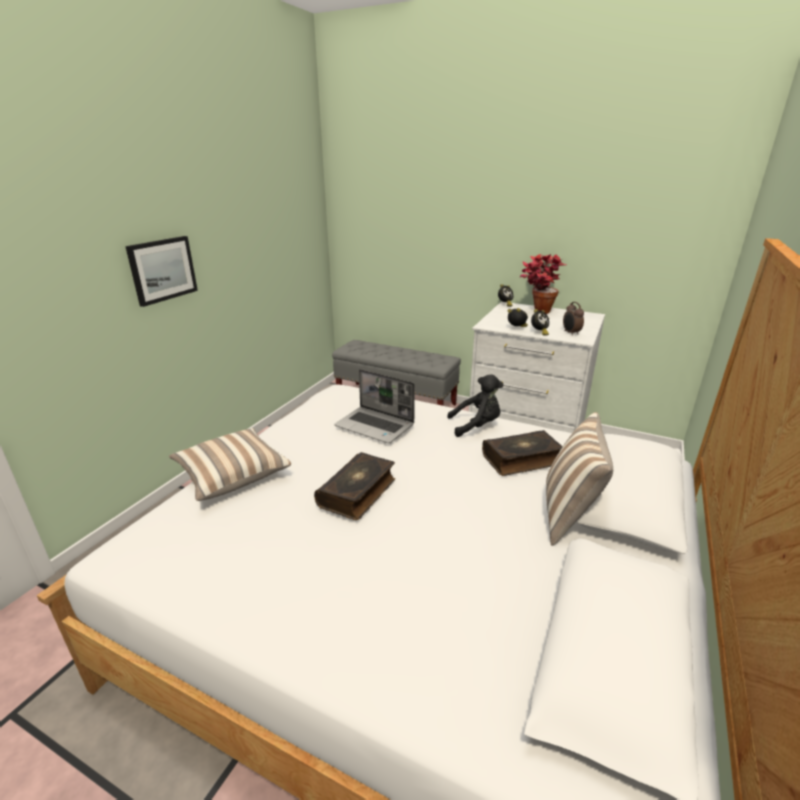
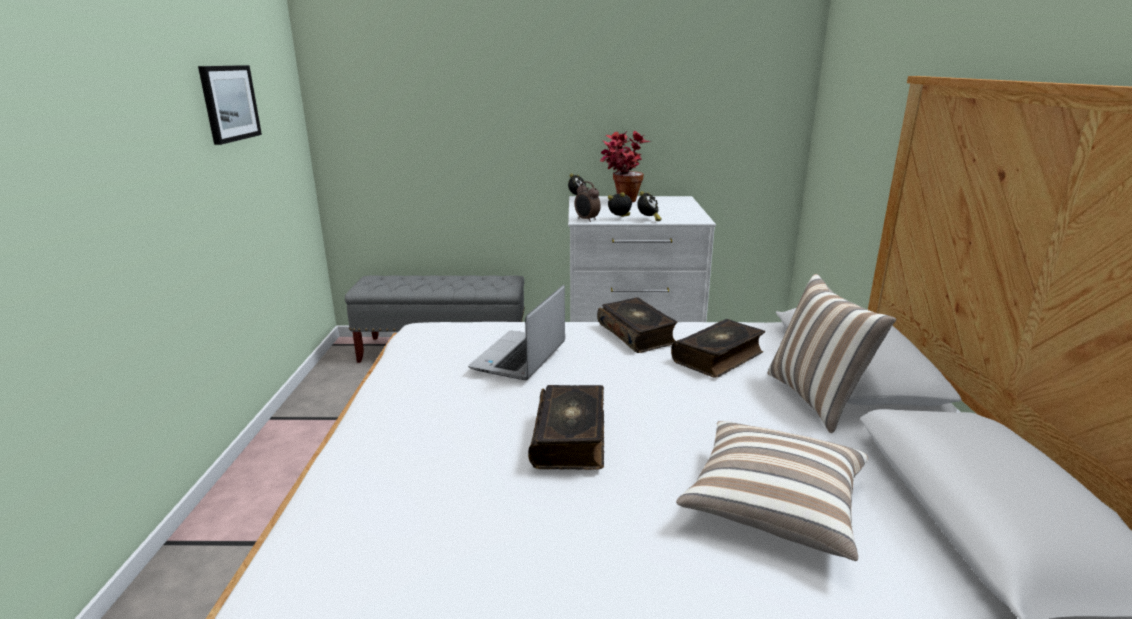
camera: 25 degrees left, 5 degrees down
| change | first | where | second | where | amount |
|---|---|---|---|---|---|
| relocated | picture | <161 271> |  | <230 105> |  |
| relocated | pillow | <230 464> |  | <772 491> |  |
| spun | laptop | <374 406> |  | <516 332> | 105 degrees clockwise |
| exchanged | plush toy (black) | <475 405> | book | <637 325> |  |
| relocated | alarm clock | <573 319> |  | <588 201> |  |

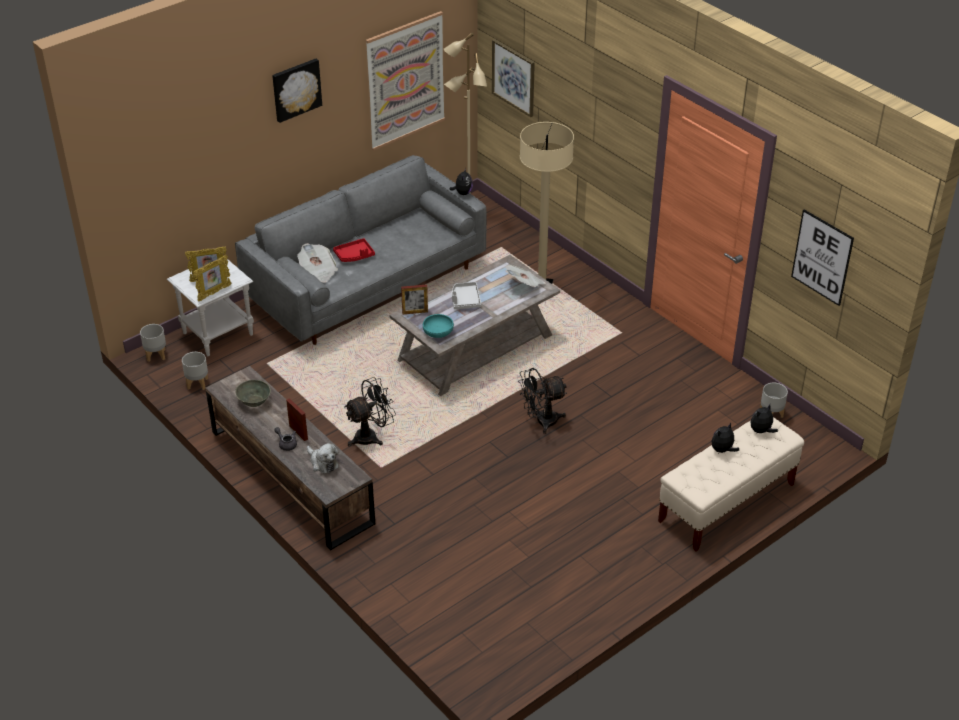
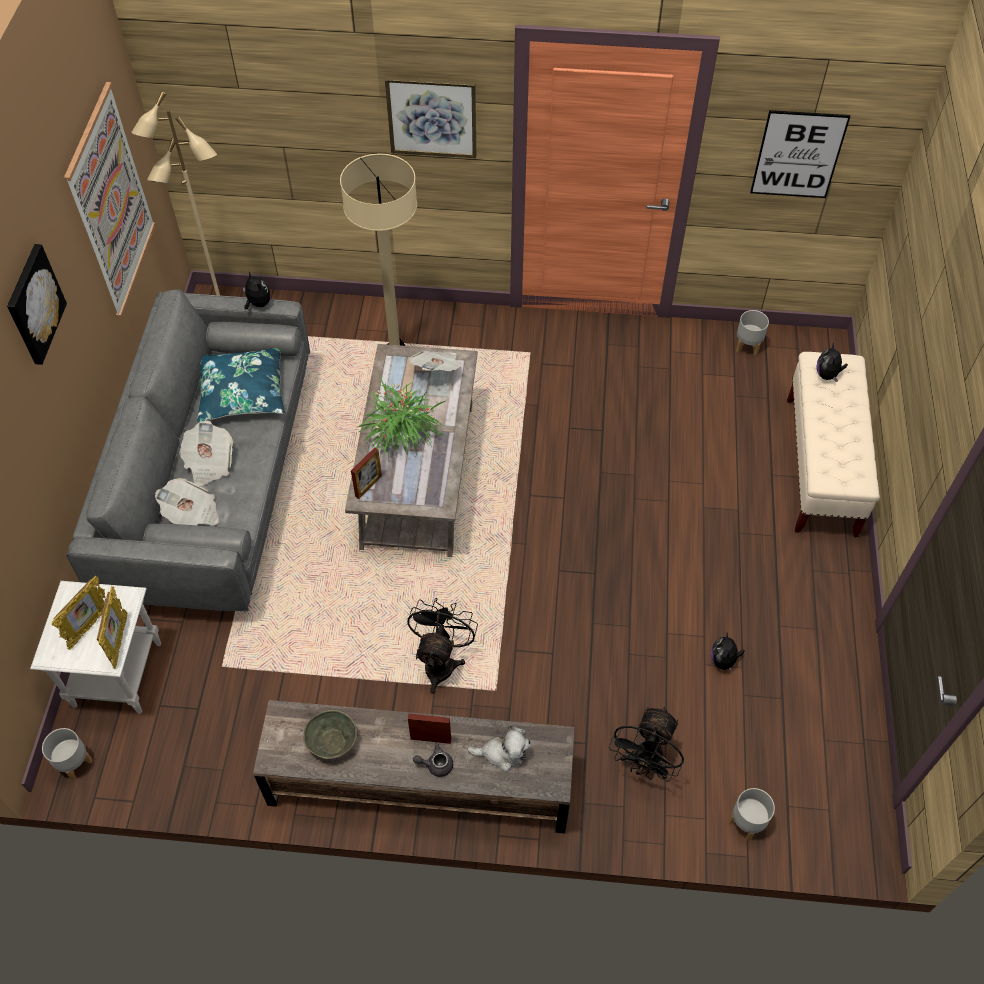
camera: 45 degrees left, 15 degrees up
| change | first | where | second | where | amount |
|---|---|---|---|---|---|
| relocated | planter (grey) | <195 371> |  | <752 814> |  |
| exchanged | tray (red) | <354 250> | newspaper | <206 453> |  |
| missing | bowl (turquoise) | <438 326> |  |  |  |
| exchanged | tray (grey) | <466 295> | potted plant | <401 416> |  |
| relocated | picture | <513 78> |  | <430 117> |  |
| relocated | fan (black) | <542 401> |  | <646 744> |  |
| relocated | plush toy | <725 438> |  | <727 653> |  |
| appeared |  |  | pillow (blue) | <241 385> |  |

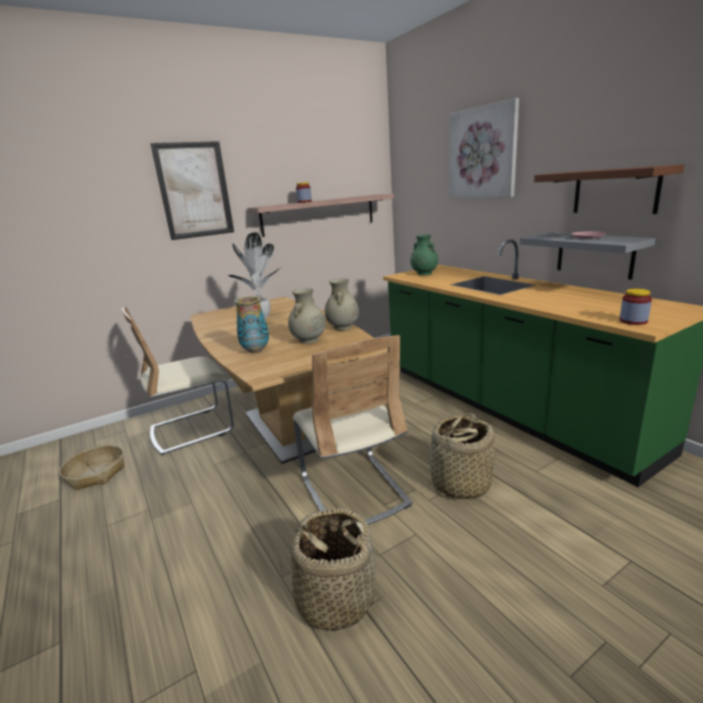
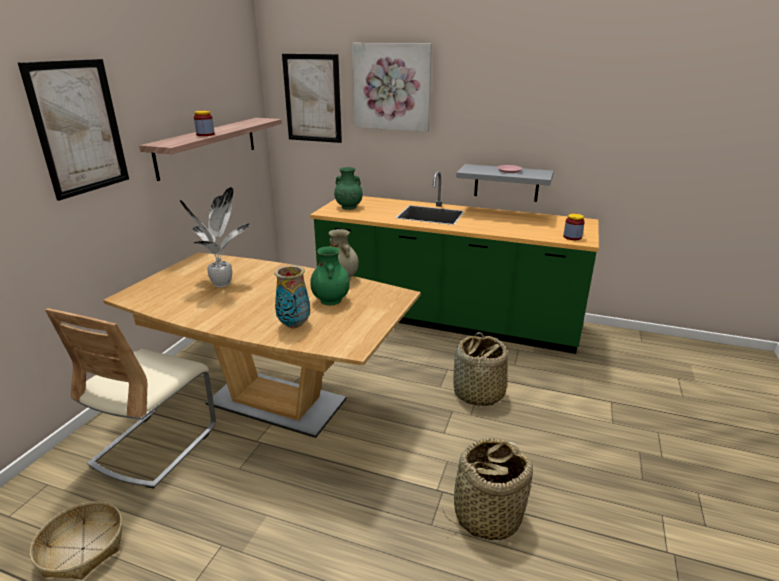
camera: 40 degrees left, 5 degrees up
| change | first | where | second | where | amount |
|---|---|---|---|---|---|
| colour | vase (beige) | <307 316> | vase (green) | <330 275> |  |
| missing | chair (beige) | <353 430> |  |  |  |
| missing | shelf (brown) | <609 189> |  |  |  |
| appeared |  |  | picture | <312 98> |  |

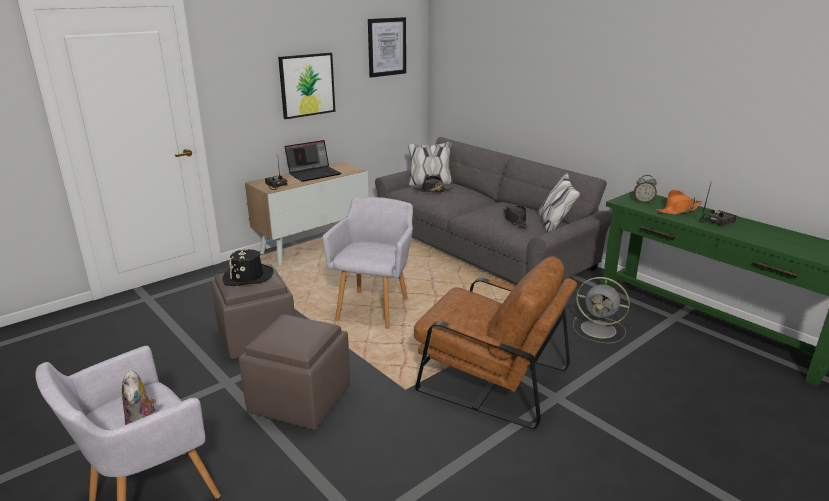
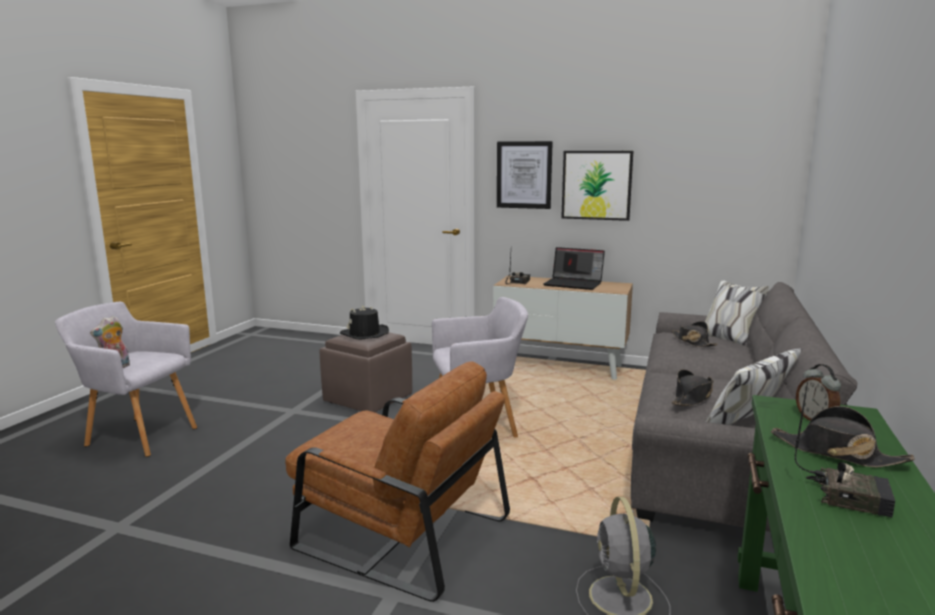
camera: 60 degrees right, 10 degrees down
| change | first | where | second | where | amount |
|---|---|---|---|---|---|
| missing | ottoman (brown) | <294 372> |  |  |  |
| relocated | picture | <387 47> |  | <525 175> |  |
| spun | armchair (brown) | <495 342> |  | <397 481> | 60 degrees counterclockwise |
| colour | hat (orange) | <679 202> | hat (black) | <842 437> |  |

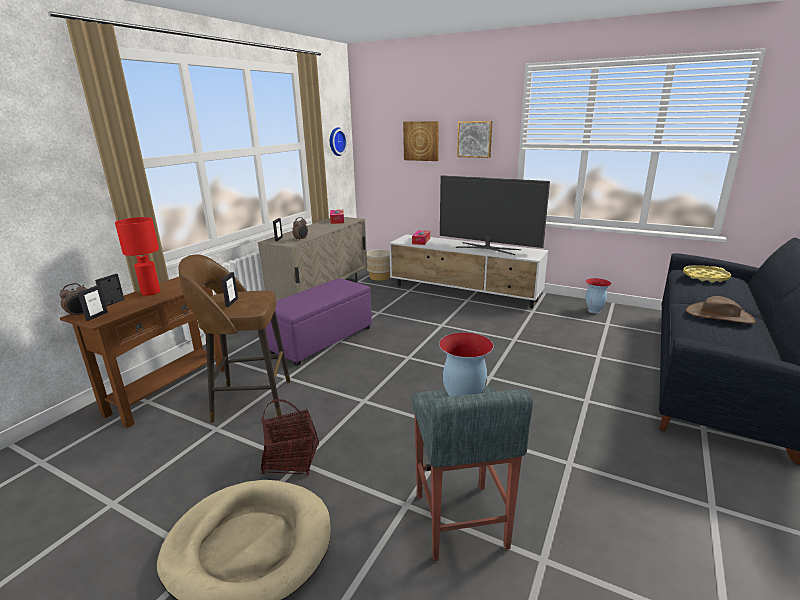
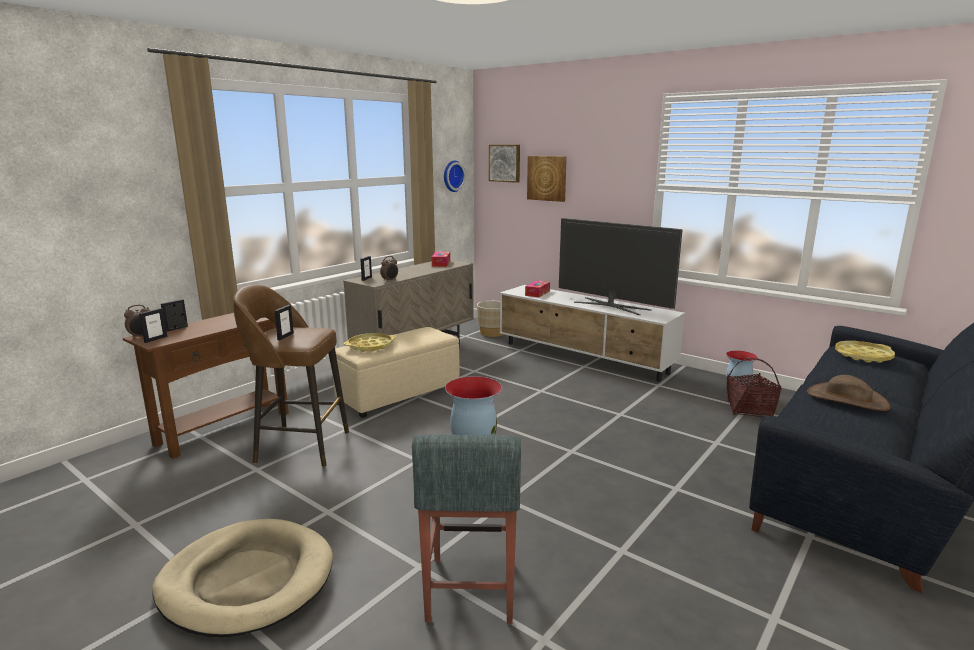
camera: 10 degrees right, 5 degrees down
| change | first | where | second | where | amount |
|---|---|---|---|---|---|
| missing | table lamp (red) | <137 256> |  |  |  |
| relocated | basket | <290 437> |  | <753 387> |  |
| colour | ottoman (purple) | <318 322> | ottoman (beige) | <396 372> |  |
| relocated | picture | <474 139> |  | <504 164> |  |
| appeared |  |  | tray (yellow) | <370 342> |  |

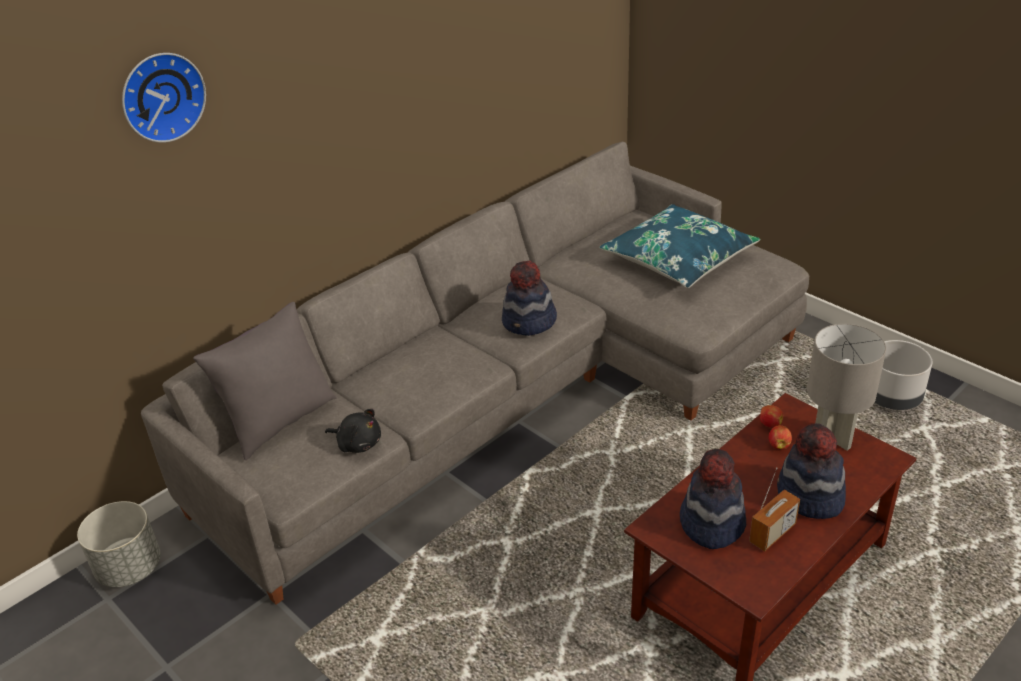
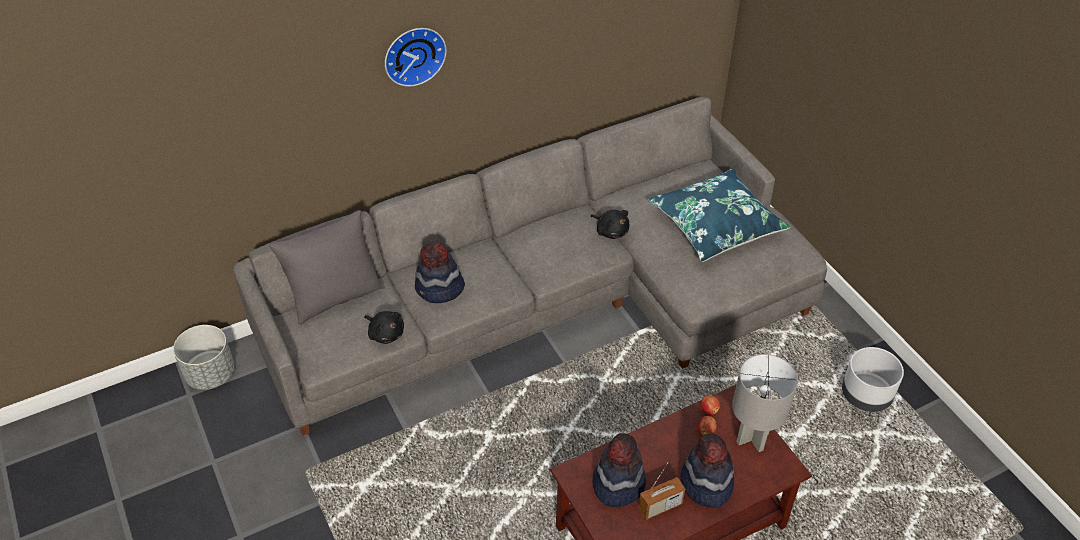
camera: 15 degrees right, 10 degrees up
| change | first | where | second | where | amount |
|---|---|---|---|---|---|
| relocated | wall clock | <164 98> |  | <416 57> |  |
| relocated | hat | <529 298> |  | <440 272> |  |
| appeared |  |  | plush toy (black) | <610 224> |  |

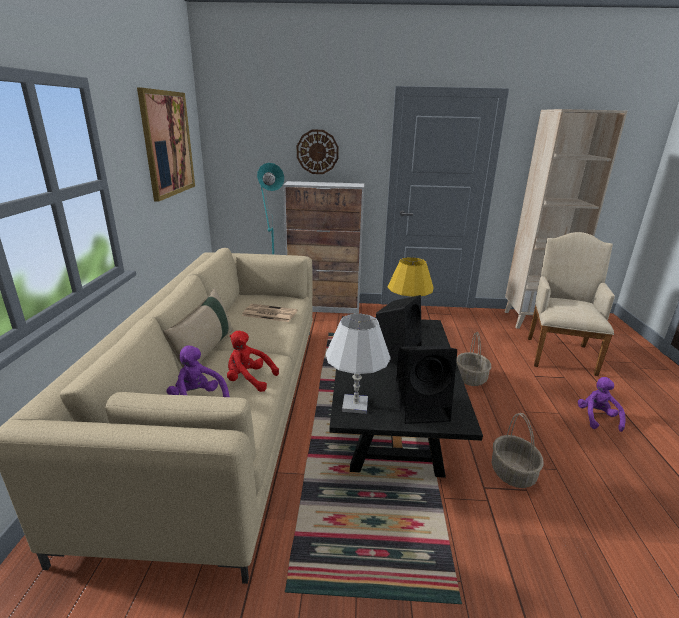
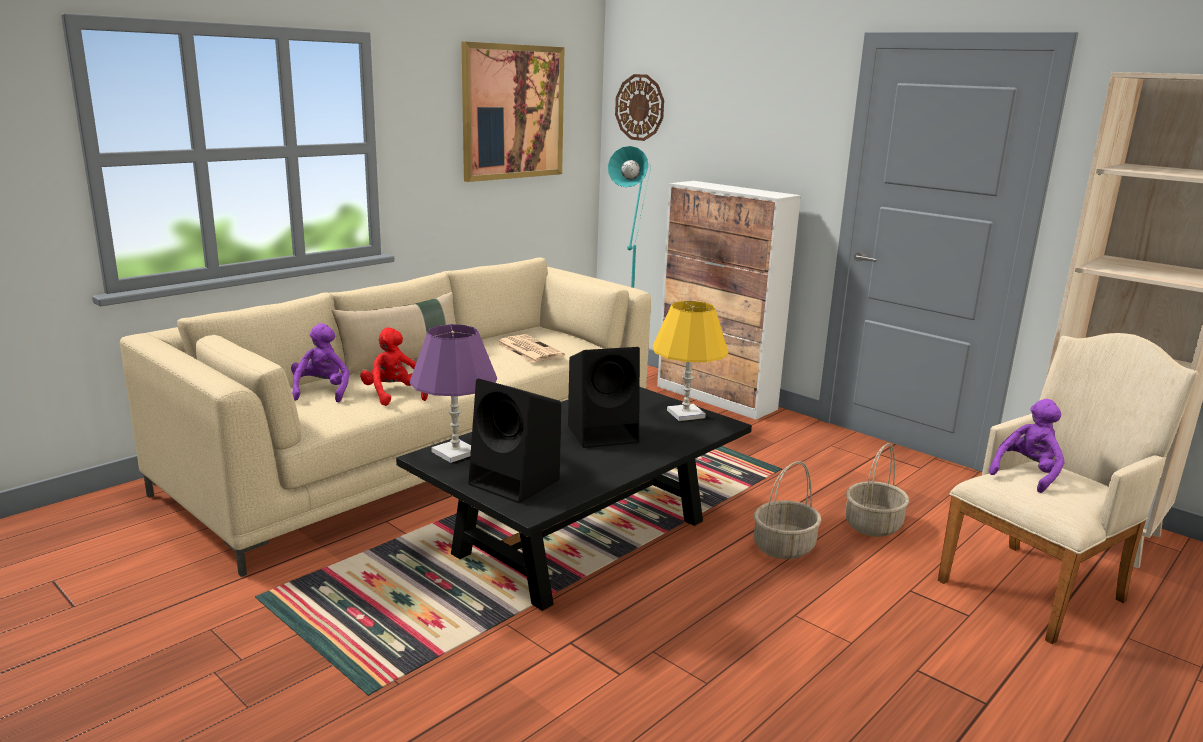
camera: 40 degrees right, 5 degrees down
| change | first | where | second | where | amount |
|---|---|---|---|---|---|
| relocated | wall clock | <318 152> |  | <639 107> |  |
| colour | table lamp (white) | <358 364> | table lamp (purple) | <453 393> |  |
| relocated | basket | <517 450> |  | <877 490> |  |
| relocated | plush toy (purple) | <602 404> |  | <1026 446> |  |

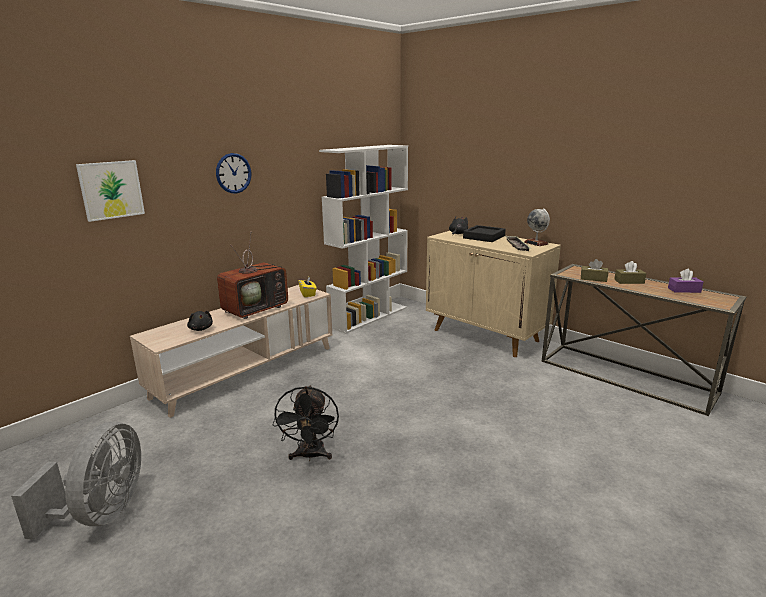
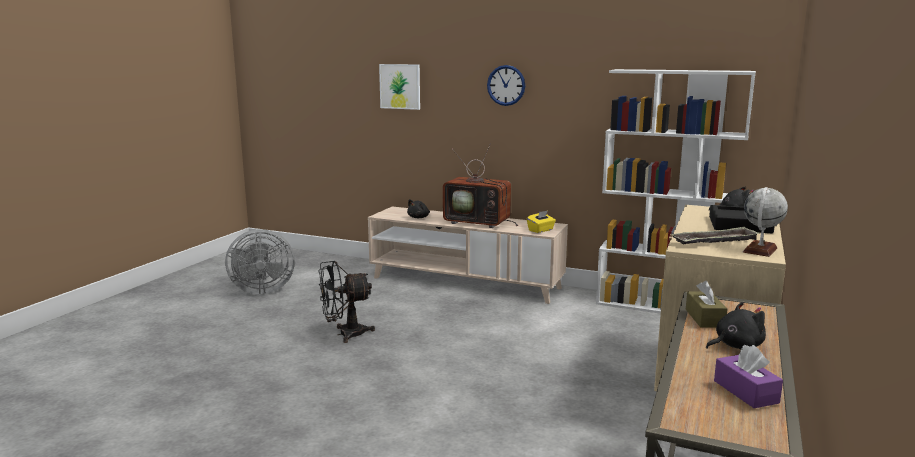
camera: 70 degrees right, 5 degrees down
| change | first | where | second | where | amount |
|---|---|---|---|---|---|
| exchanged | tissue box (brown) | <630 272> | plush toy (black) | <736 325> |  |

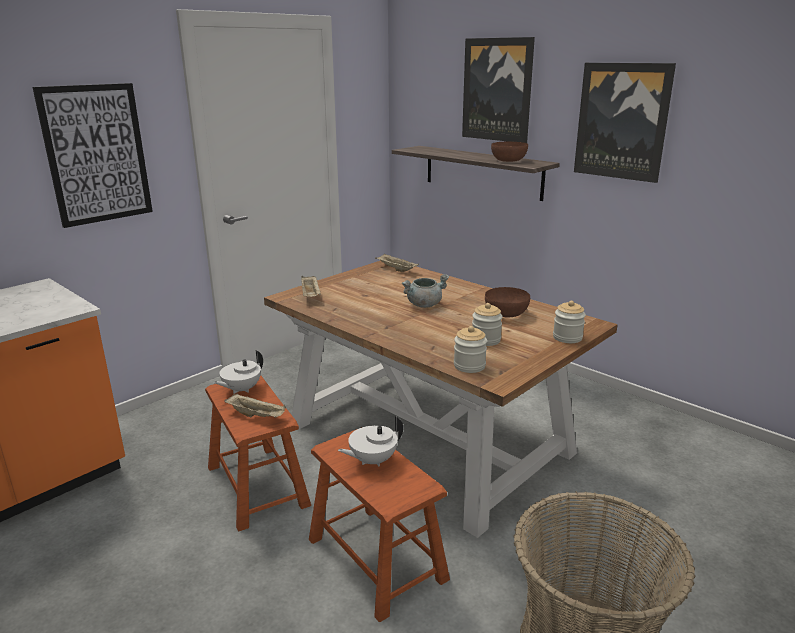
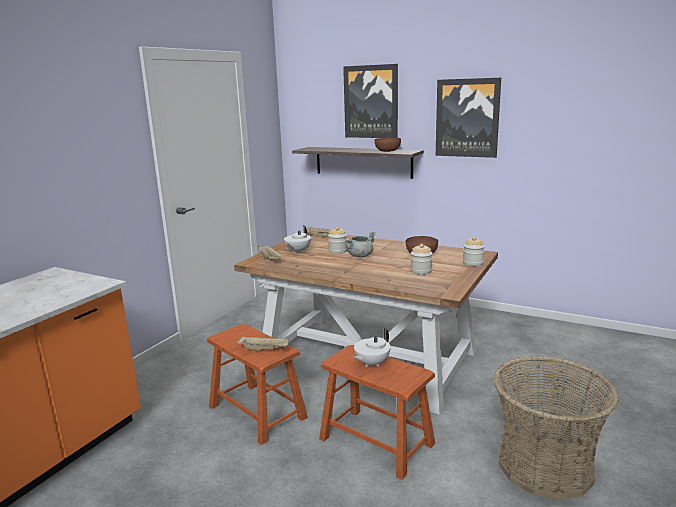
camera: 15 degrees left, 5 degrees down
| change | first | where | second | where | amount |
|---|---|---|---|---|---|
| missing | picture | <93 155> |  |  |  |
| relocated | teapot (white) | <238 372> |  | <297 239> |  |
| relocated | jar | <470 349> |  | <337 240> |  |

